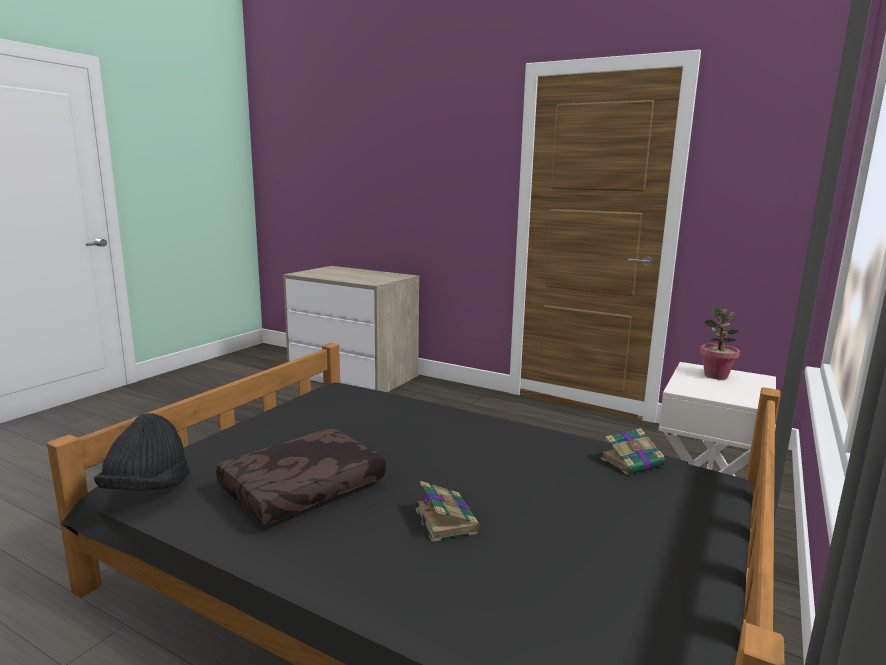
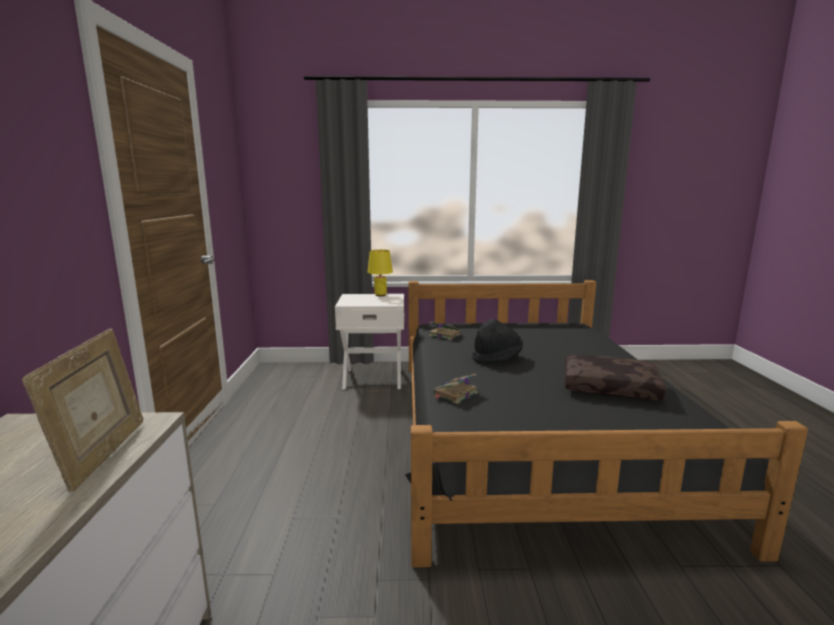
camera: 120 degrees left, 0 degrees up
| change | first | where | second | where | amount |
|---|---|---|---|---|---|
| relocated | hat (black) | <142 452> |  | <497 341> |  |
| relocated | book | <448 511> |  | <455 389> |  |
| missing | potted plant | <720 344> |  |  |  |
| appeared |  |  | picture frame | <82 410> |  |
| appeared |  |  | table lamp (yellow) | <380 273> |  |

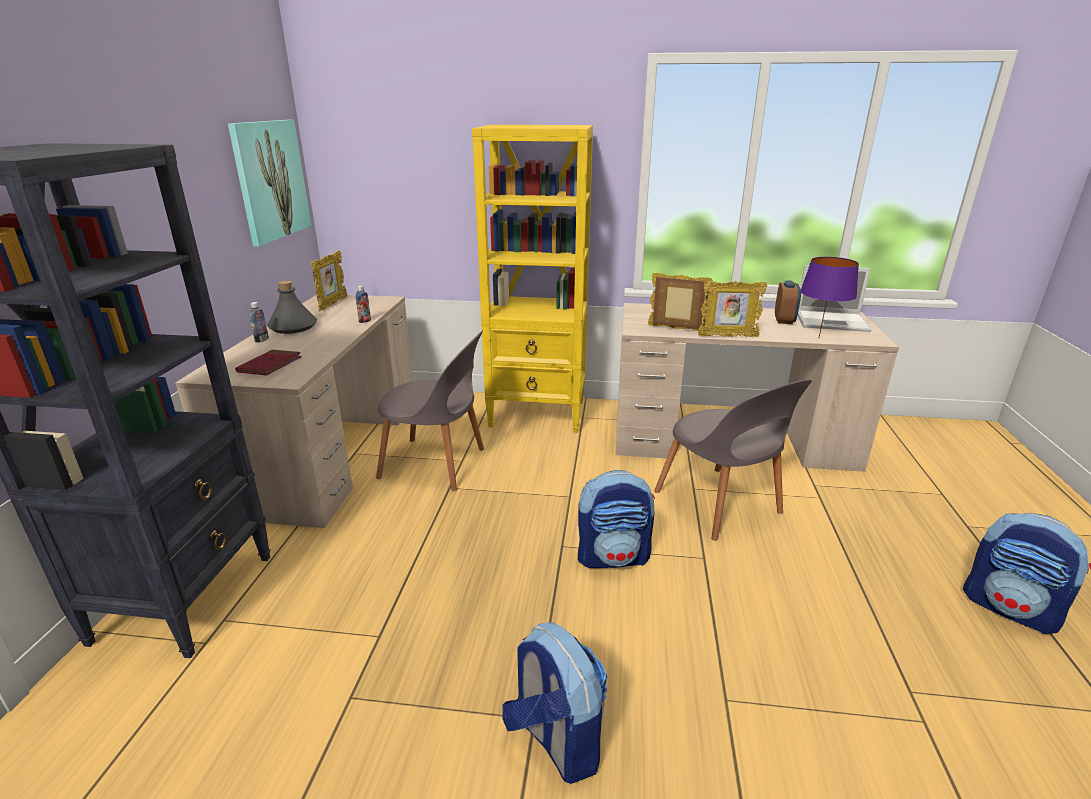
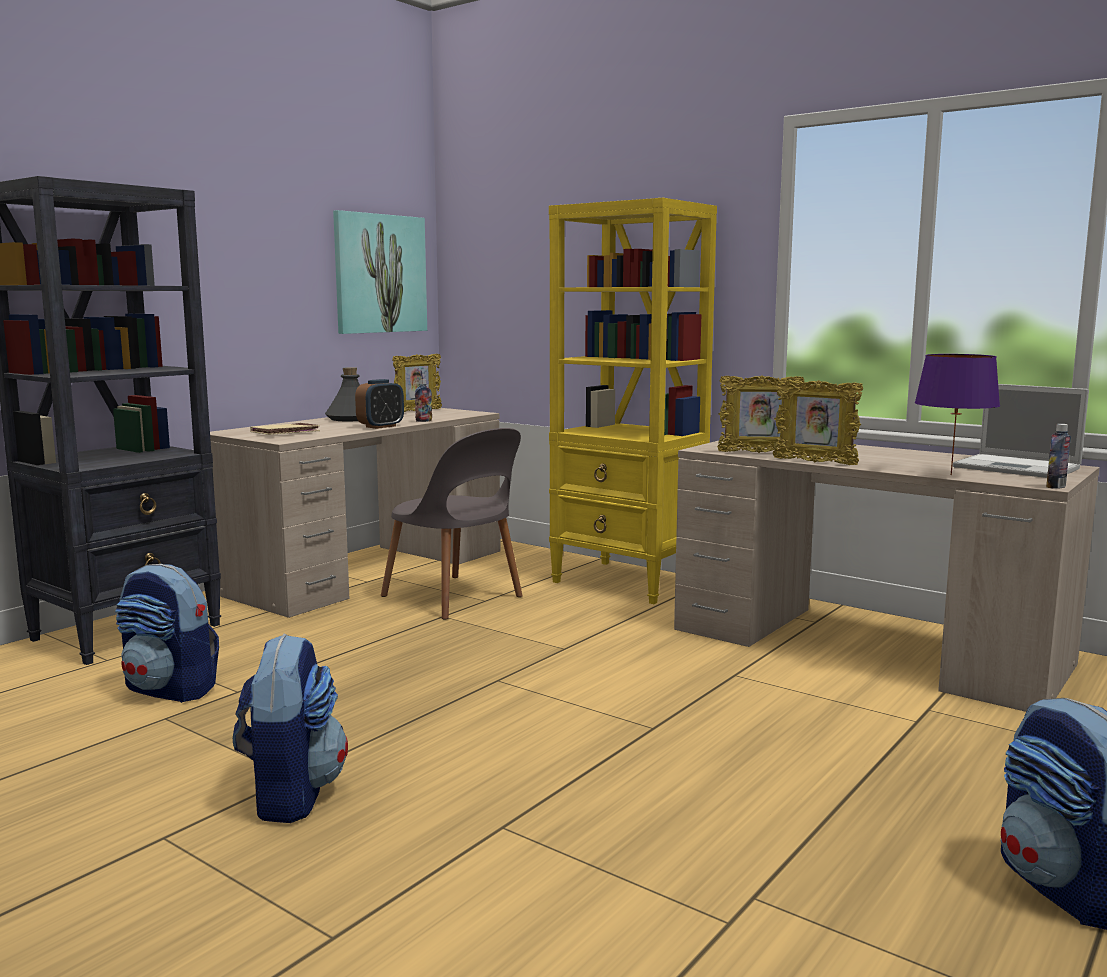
camera: 30 degrees right, 15 degrees down
| change | first | where | second | where | amount |
|---|---|---|---|---|---|
| colour | book (red) | <268 363> | book (beige) | <285 429> |  |
| relocated | bottle | <259 322> |  | <1058 456> |  |
| relocated | backpack | <616 519> |  | <167 633> |  |
| spun | picture frame | <680 302> |  | <761 414> | 135 degrees clockwise |
| missing | chair (grey) | <733 460> |  |  |  |
| relocated | alarm clock | <788 302> |  | <379 404> |  |

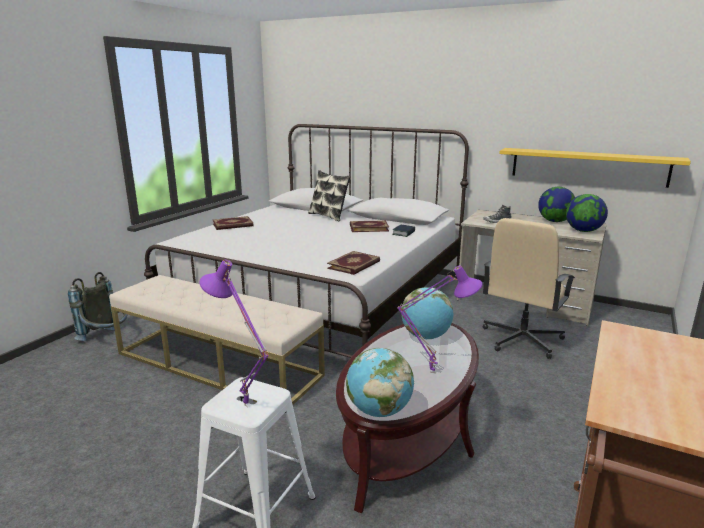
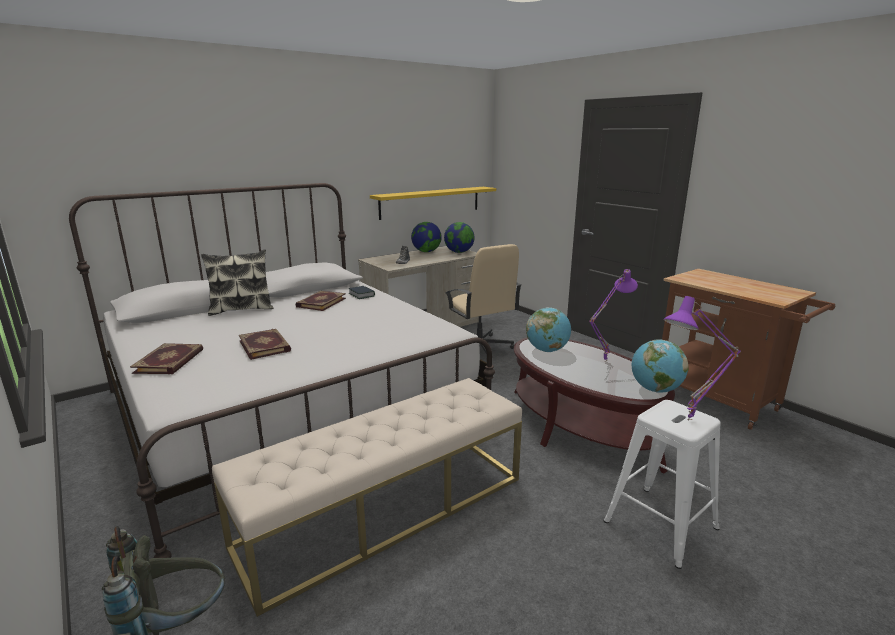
camera: 65 degrees left, 0 degrees up
| change | first | where | second | where | amount |
|---|---|---|---|---|---|
| relocated | book | <353 263> |  | <265 344> |  |

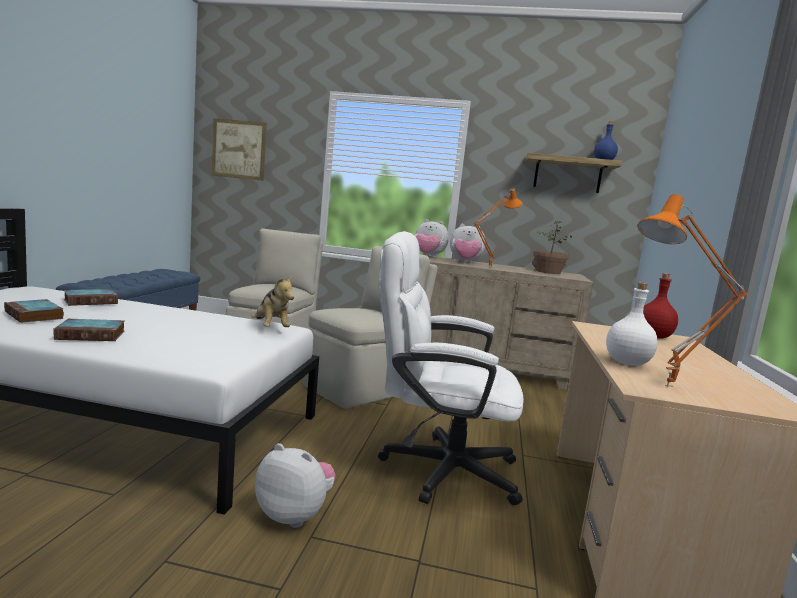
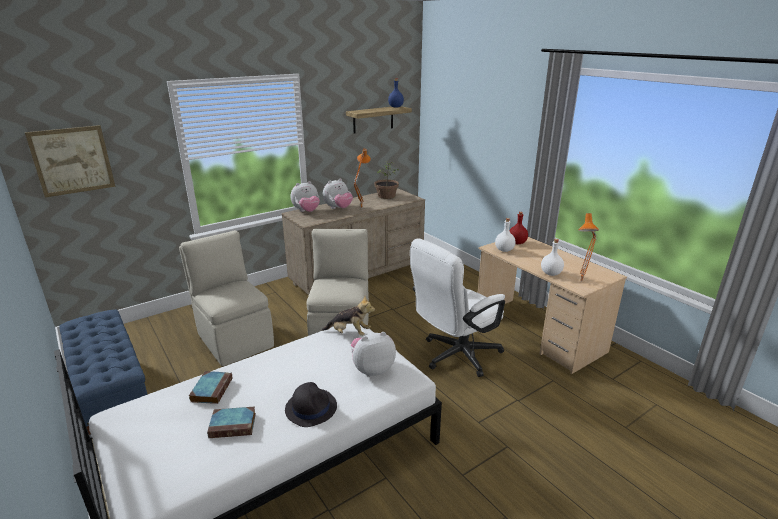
camera: 45 degrees left, 15 degrees up
| change | first | where | second | where | amount |
|---|---|---|---|---|---|
| exchanged | book | <89 330> | hat (black) | <311 404> |  |
| relocated | plush toy | <295 485> |  | <373 354> |  |
| appeared |  |  | bottle (white) | <505 235> |  |

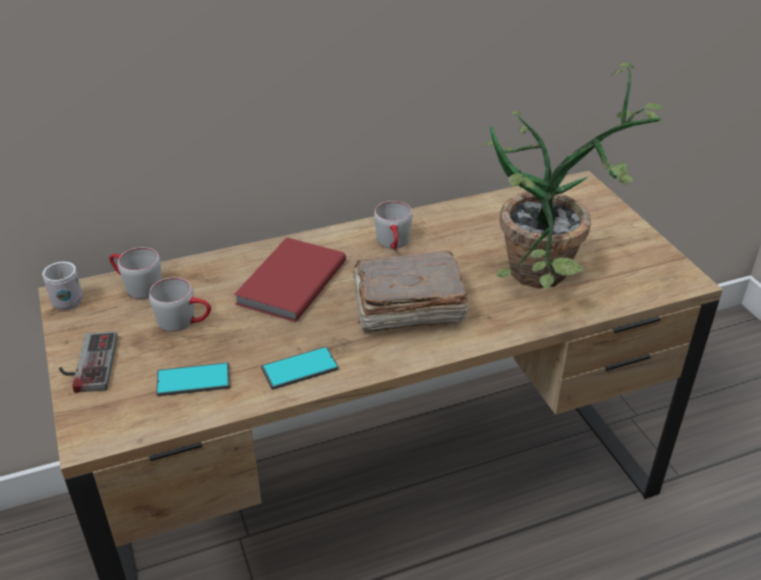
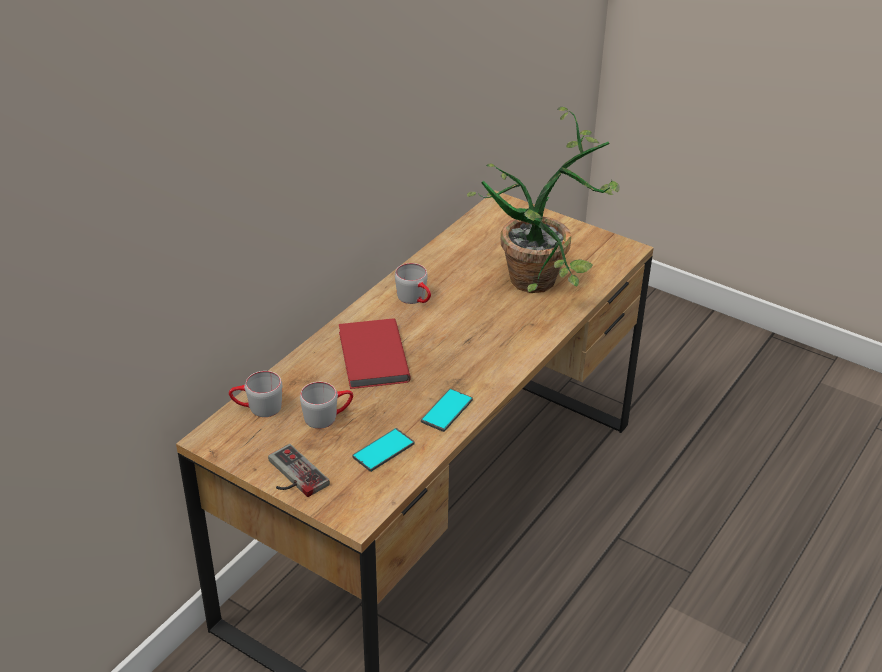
camera: 35 degrees left, 0 degrees up
| change | first | where | second | where | amount |
|---|---|---|---|---|---|
| missing | mug (white) | <62 286> |  |  |  |
| missing | book (brown) | <410 291> |  |  |  |

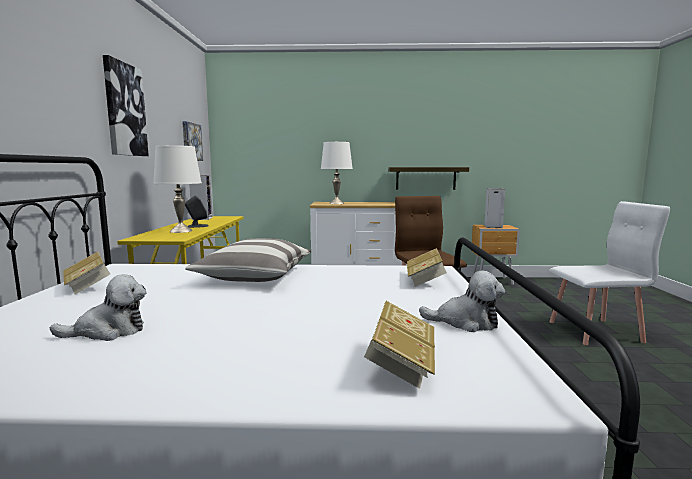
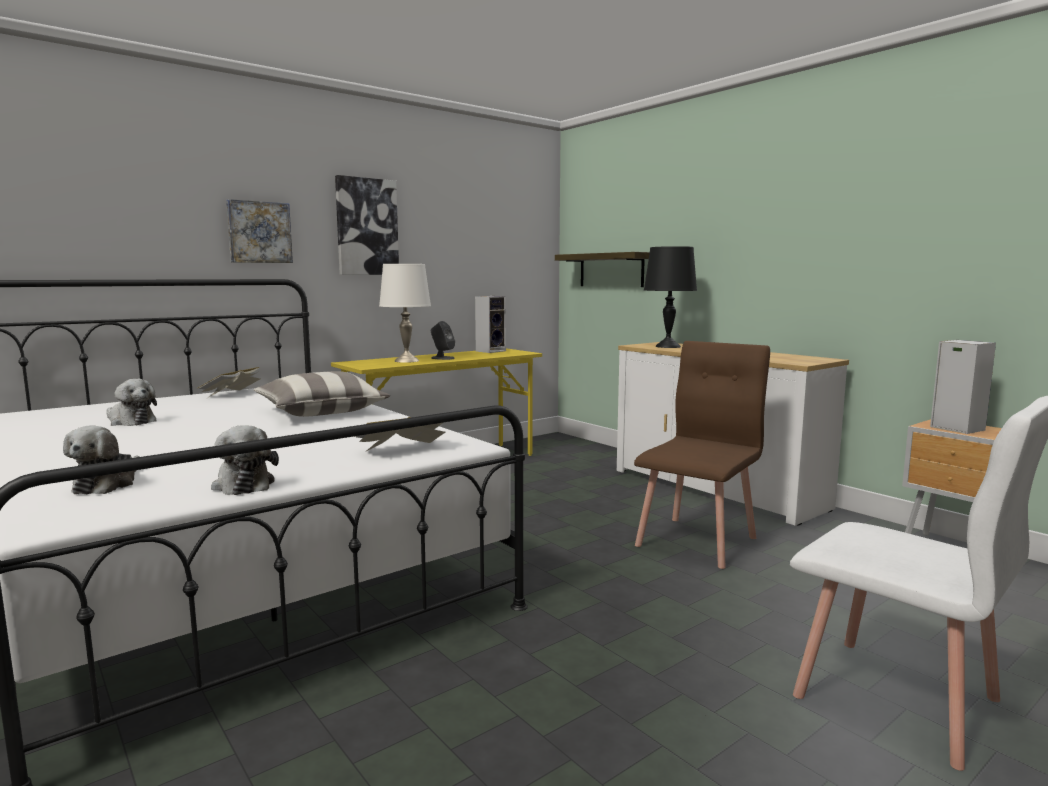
camera: 50 degrees right, 0 degrees up
| change | first | where | second | where | amount |
|---|---|---|---|---|---|
| relocated | picture | <192 141> |  | <259 231> |  |
| colour | table lamp (white) | <337 173> | table lamp (black) | <670 297> |  |
| exchanged | book | <399 345> | plush toy | <101 460> |  |
| relocated | shelf | <428 178> |  | <602 269> |  |

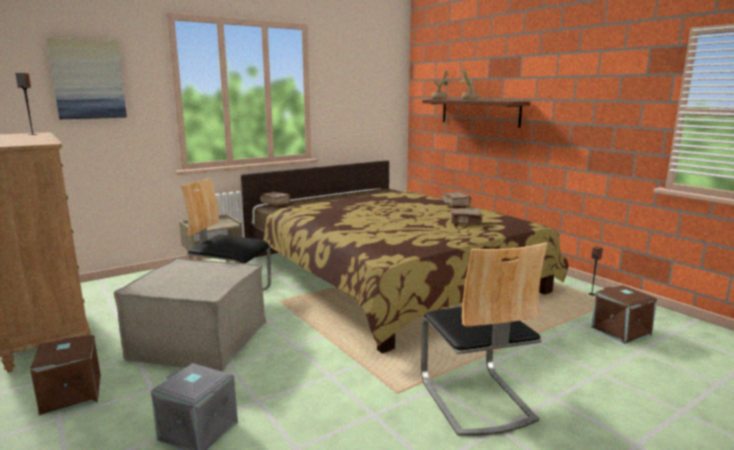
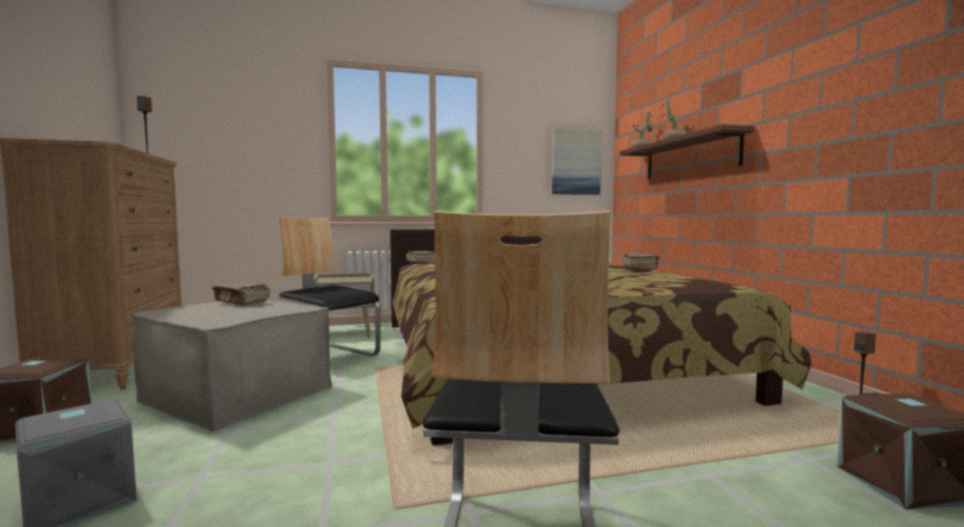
camera: 20 degrees right, 10 degrees down
| change | first | where | second | where | amount |
|---|---|---|---|---|---|
| relocated | picture | <87 78> |  | <577 161> |  |
| relocated | book (brown) | <466 216> |  | <241 293> |  |

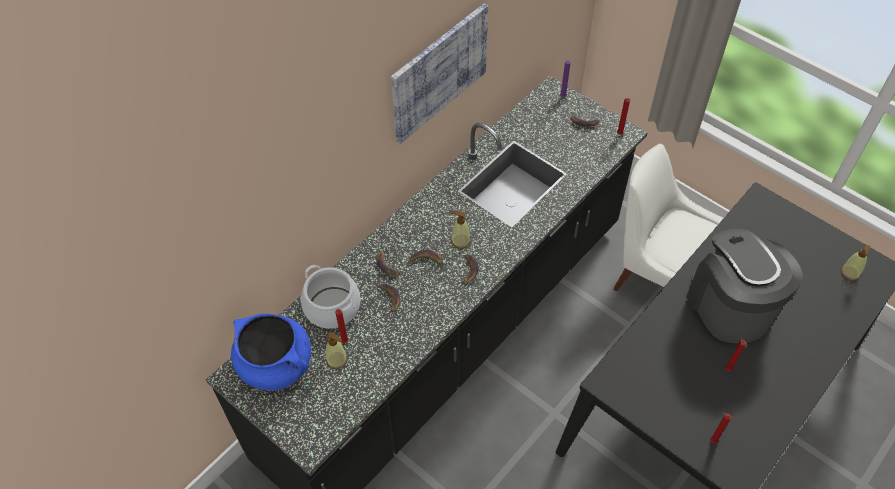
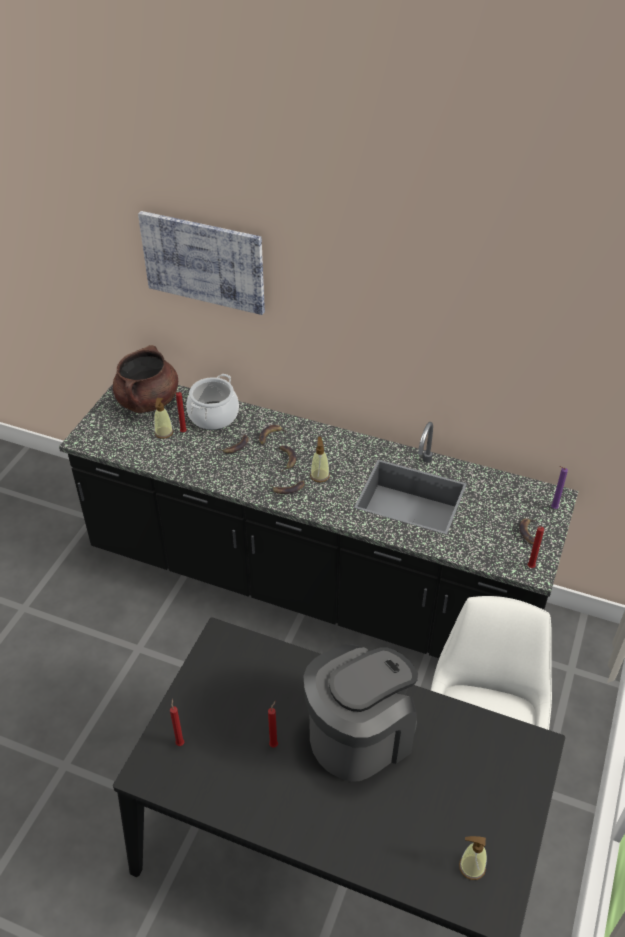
camera: 70 degrees right, 10 degrees down
| change | first | where | second | where | amount |
|---|---|---|---|---|---|
| colour | cooking pot (blue) | <271 352> | cooking pot (brown) | <145 379> |  |
| relocated | picture | <439 73> |  | <201 263> |  |

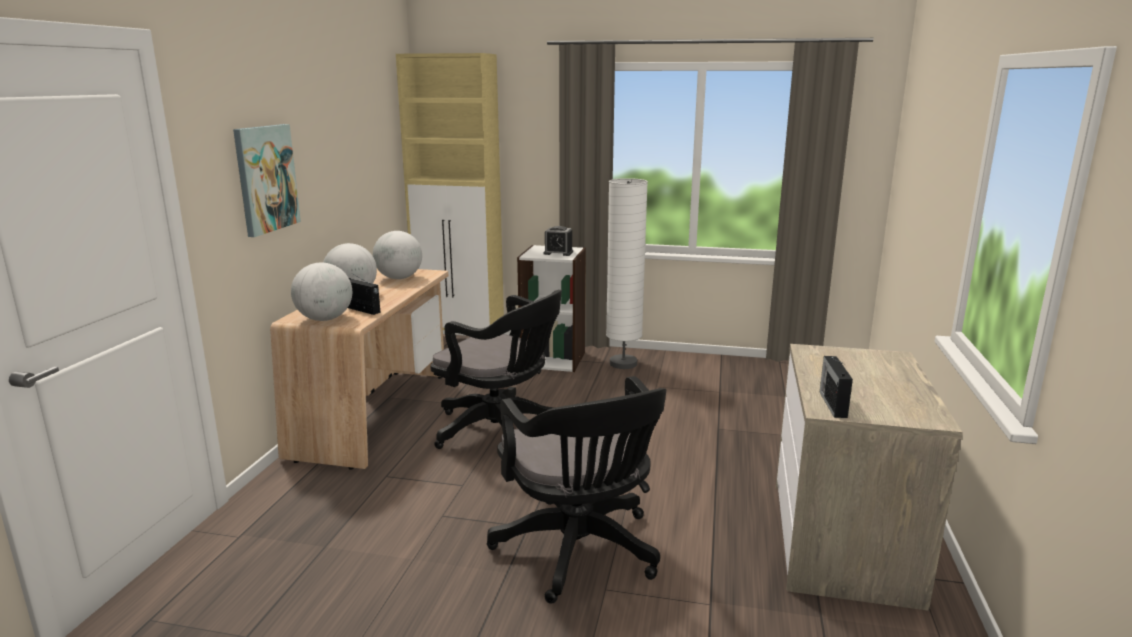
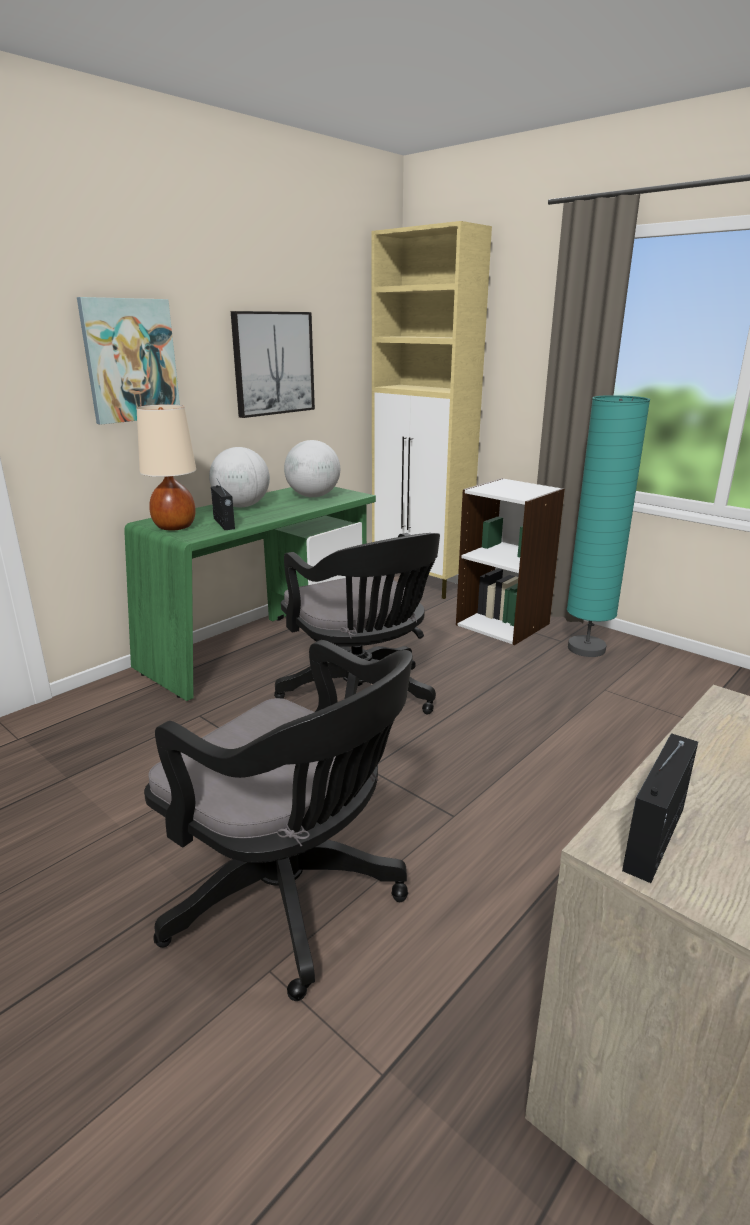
camera: 30 degrees right, 5 degrees up
| change | first | where | second | where | amount |
|---|---|---|---|---|---|
| colour | desk (beige) | <359 369> | desk (green) | <250 594> |  |
| exchanged | globe | <321 292> | table lamp (beige) | <166 467> |  |
| spun | office chair (black) | <576 490> |  | <278 820> | 60 degrees counterclockwise |
| missing | alarm clock | <558 241> |  |  |  |
| colour | floor lamp (white) | <627 273> | floor lamp (turquoise) | <608 526> |  |
| appeared |  |  | picture | <273 364> |  |

